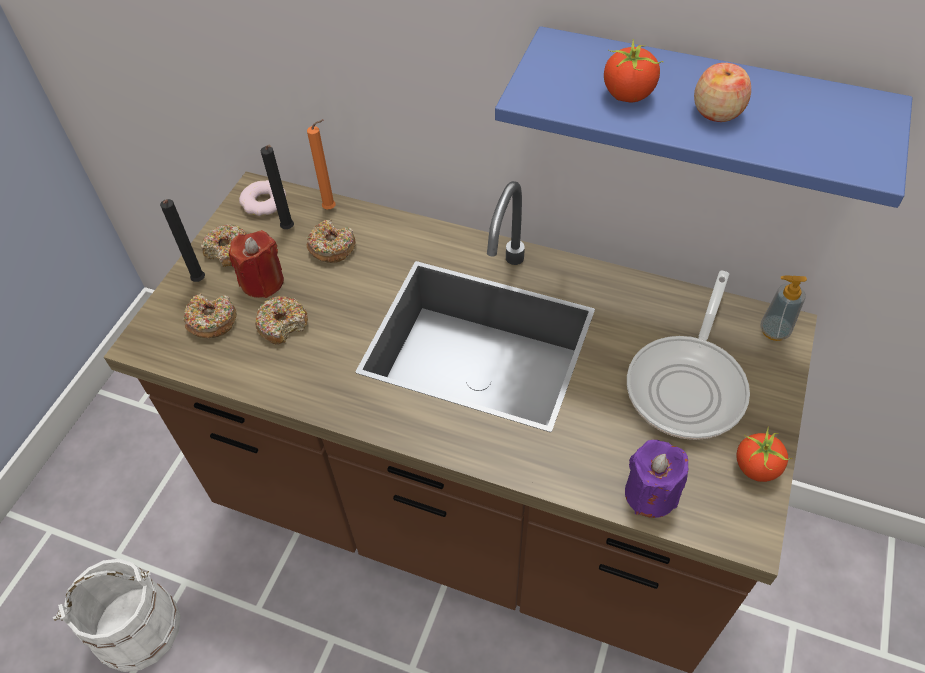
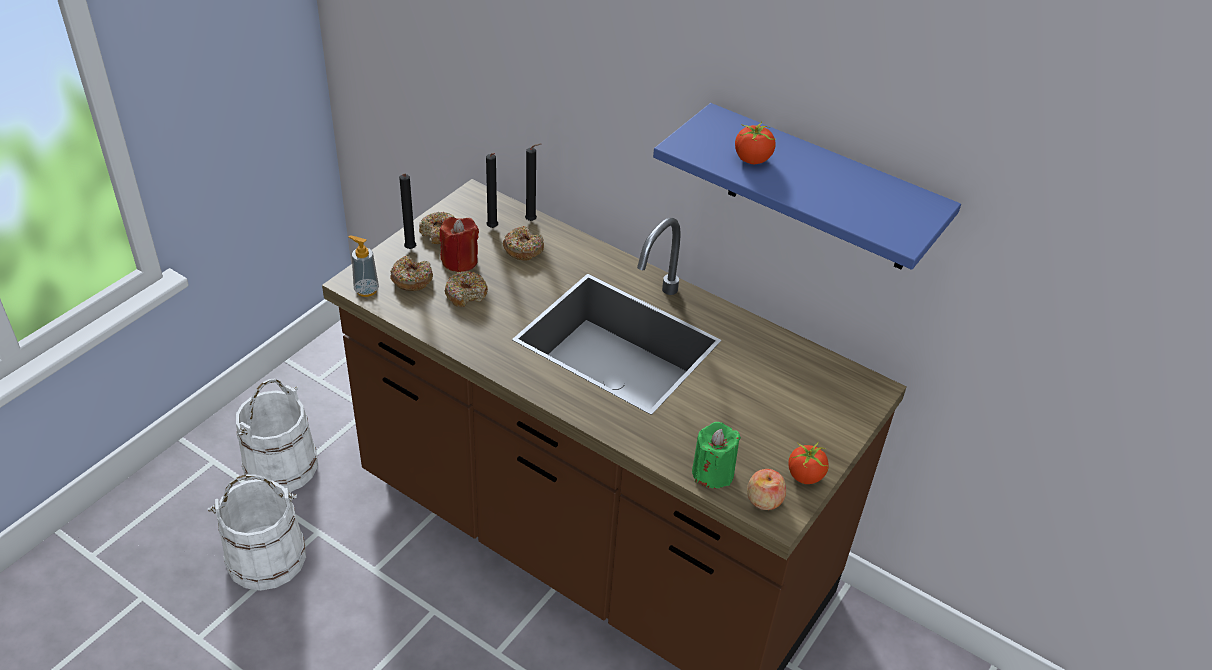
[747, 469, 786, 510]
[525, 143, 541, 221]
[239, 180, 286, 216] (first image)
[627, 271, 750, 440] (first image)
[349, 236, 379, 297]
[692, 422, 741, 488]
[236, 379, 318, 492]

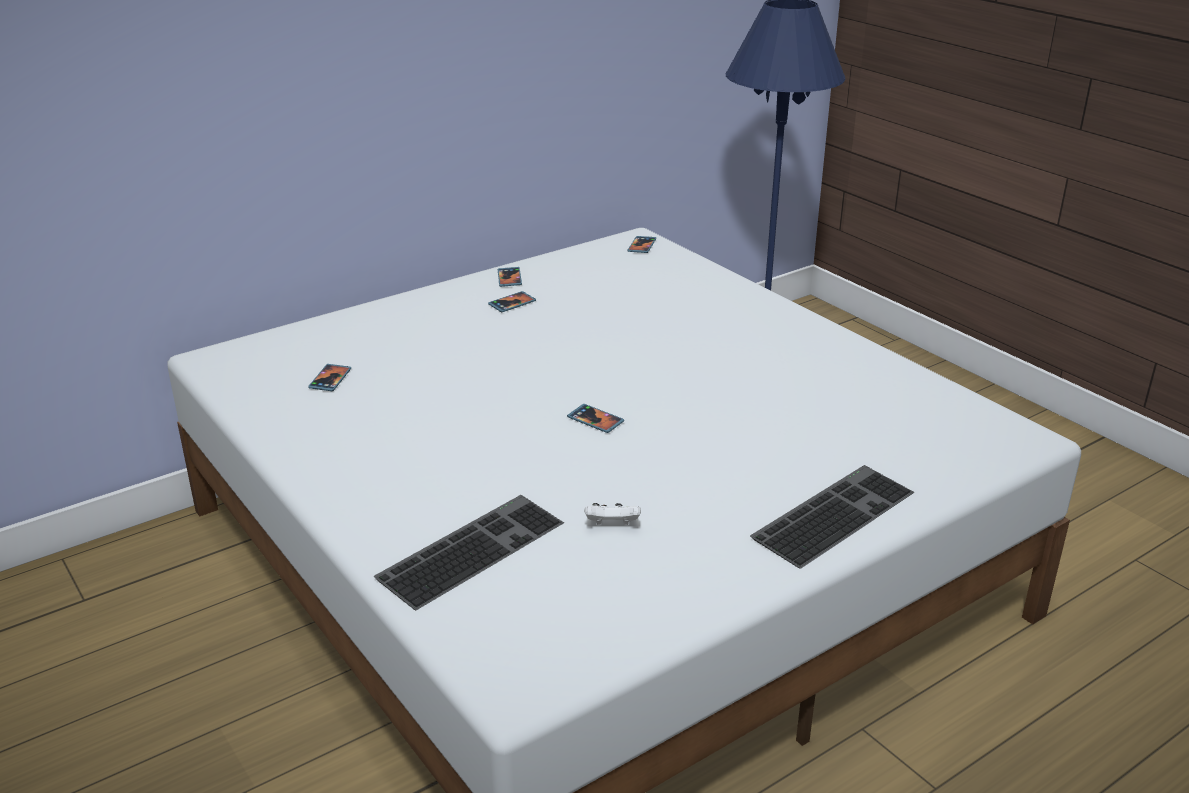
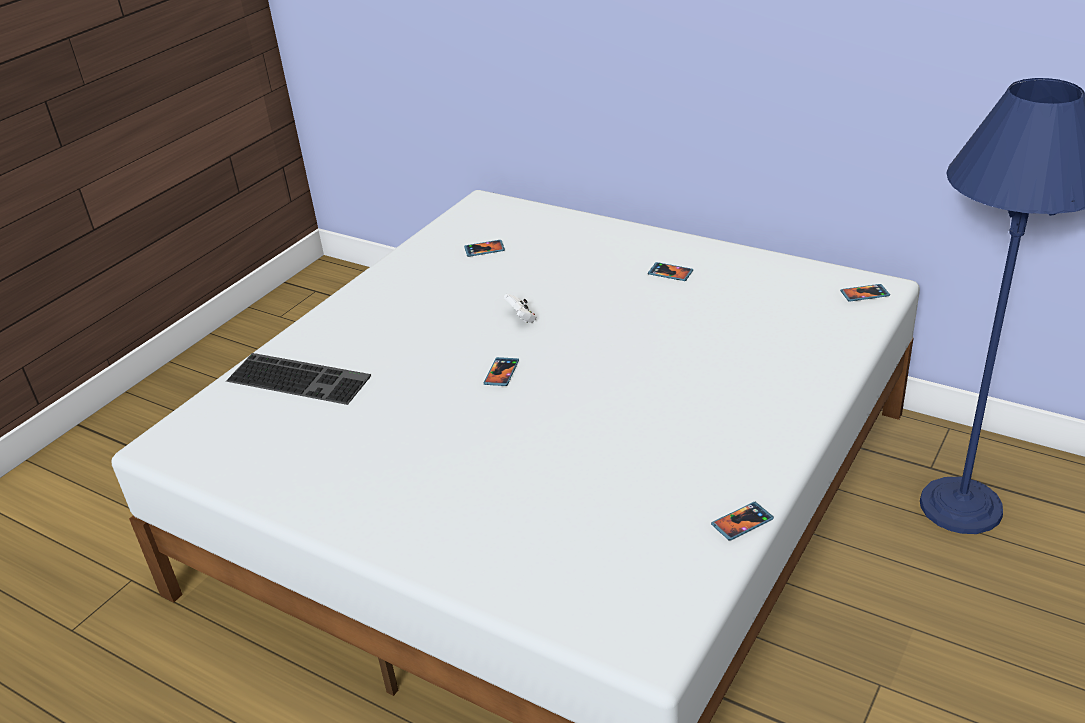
[711, 502, 774, 541]
[750, 465, 915, 569] (first image)
[504, 294, 536, 323]

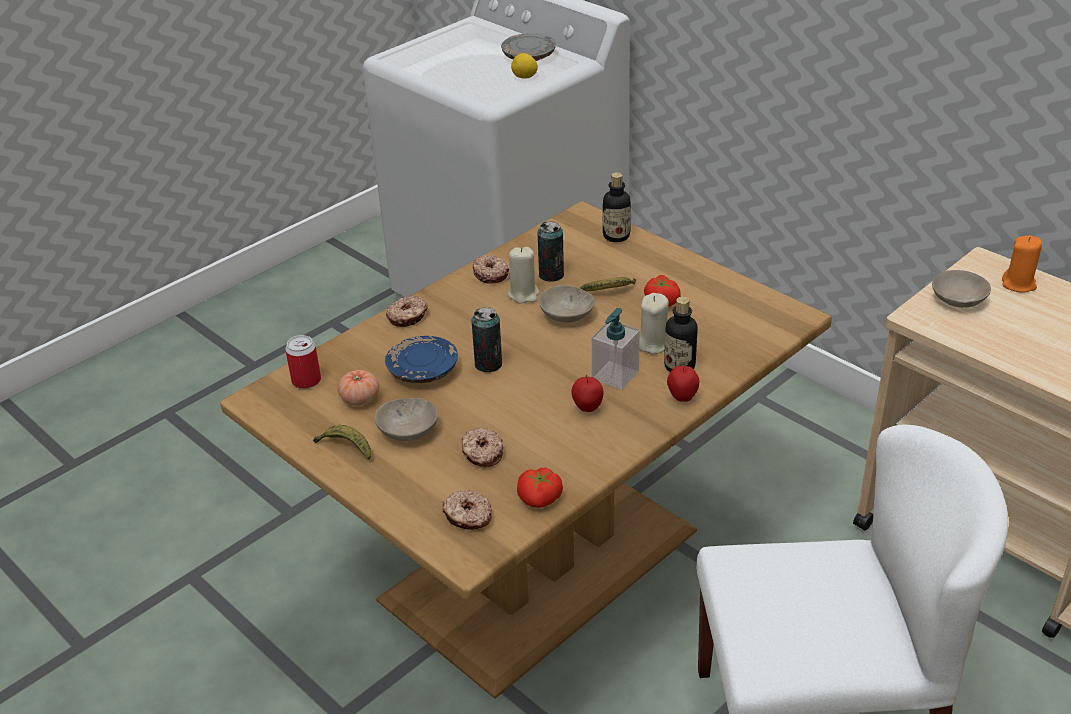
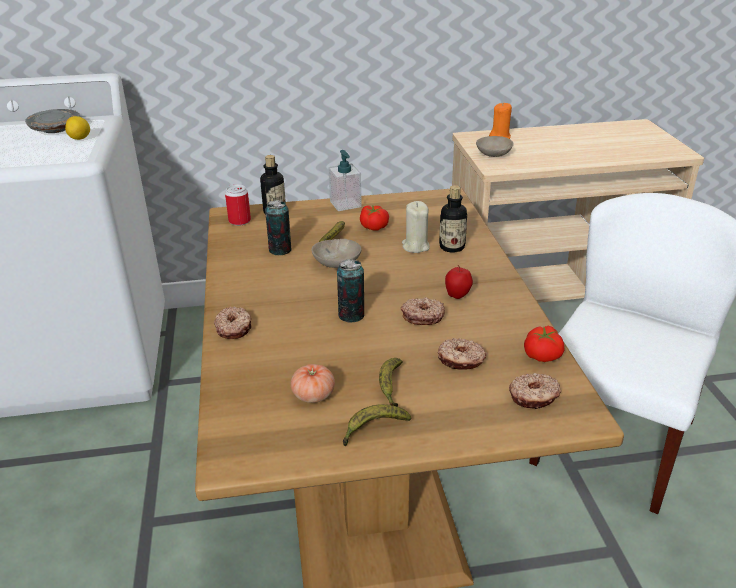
[508, 247, 539, 304] (first image)
[401, 297, 445, 325]
[329, 150, 362, 211]
[225, 184, 251, 226]
[385, 336, 458, 383] (first image)
[667, 364, 699, 402] (first image)
[379, 358, 403, 407]

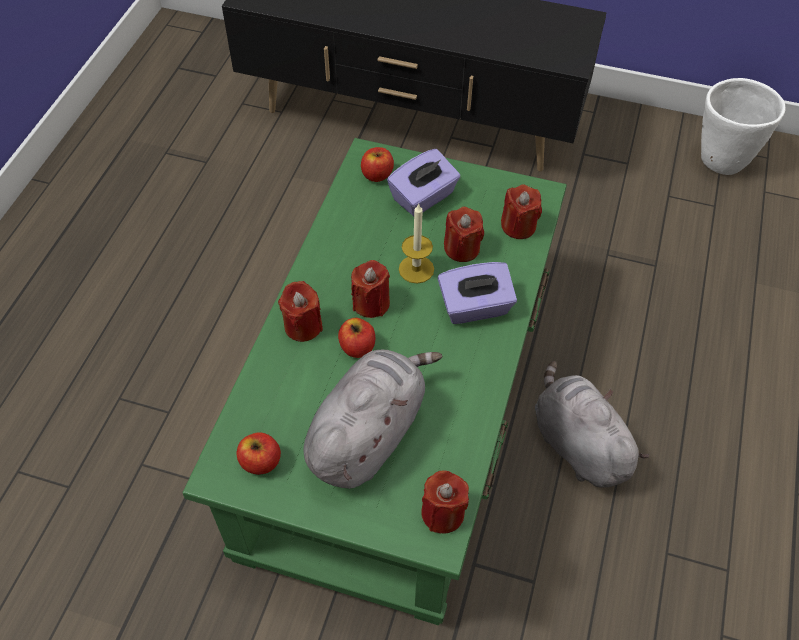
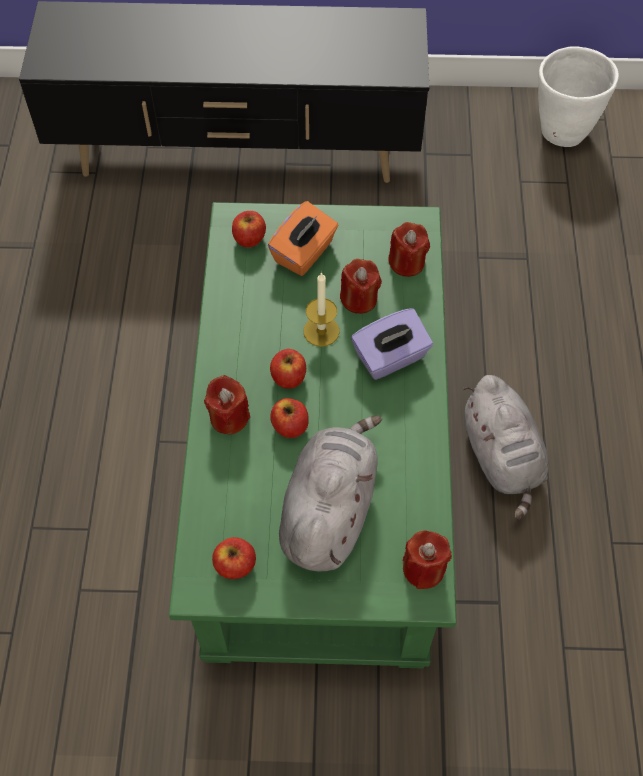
[268, 201, 339, 276]
[270, 349, 306, 389]
[463, 375, 549, 520]

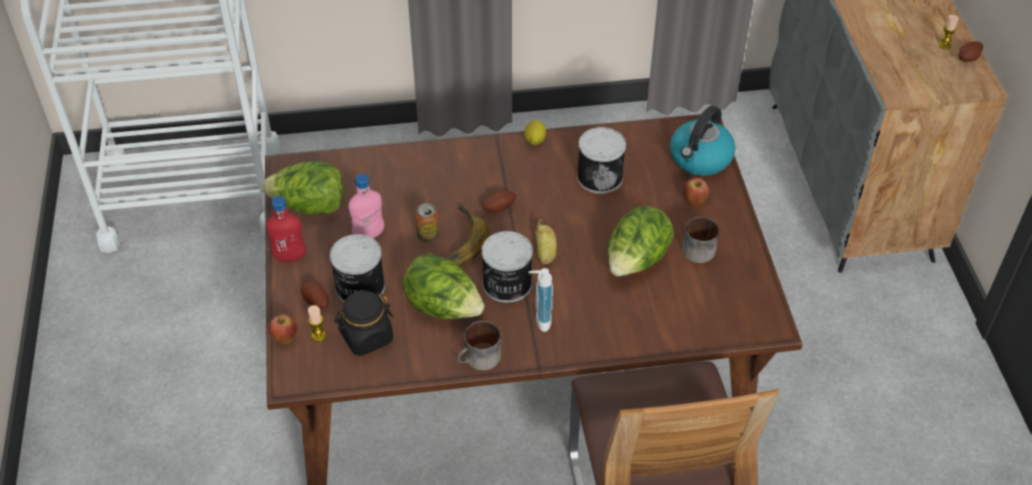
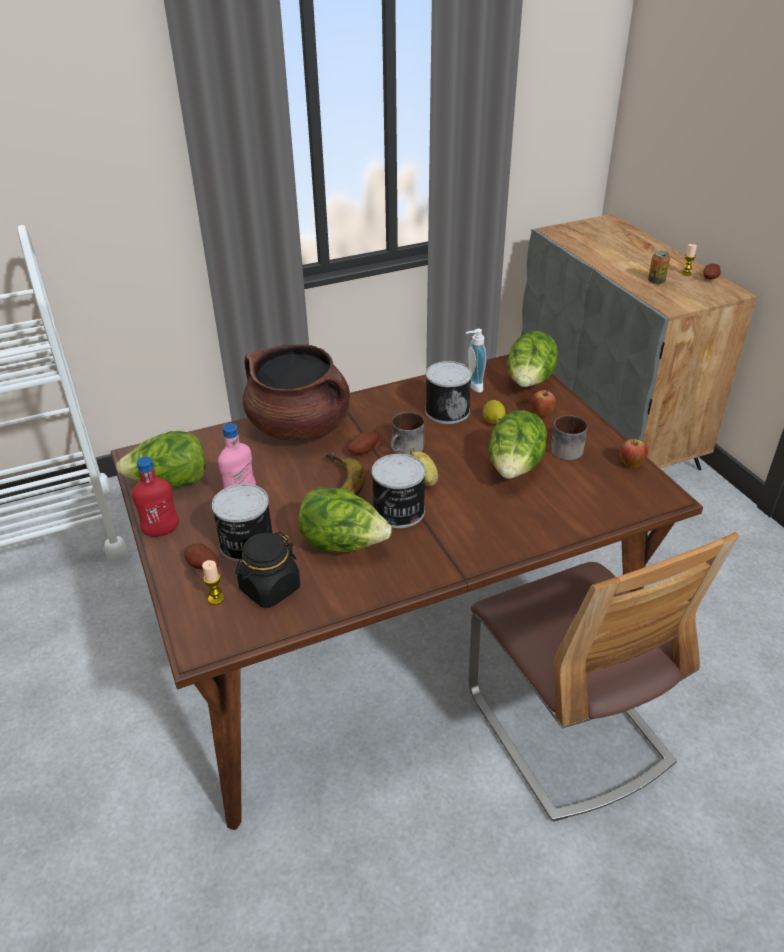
[507, 331, 558, 387]
[483, 400, 506, 424]
[648, 251, 670, 284]
[466, 329, 487, 392]
[620, 437, 648, 468]
[390, 412, 424, 455]
[243, 344, 350, 441]

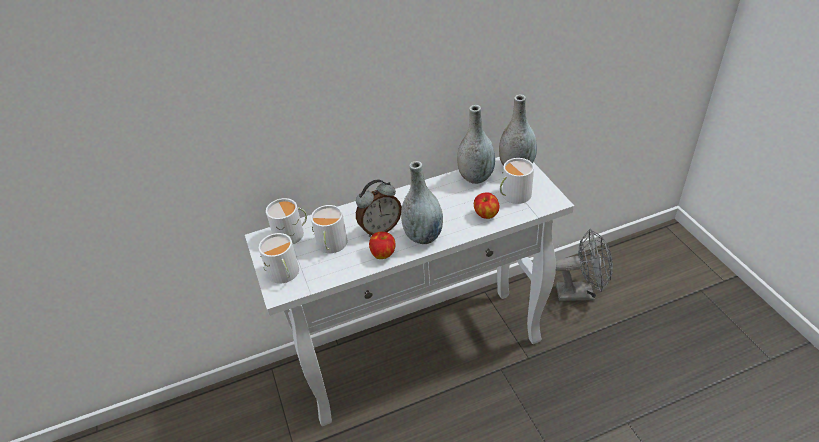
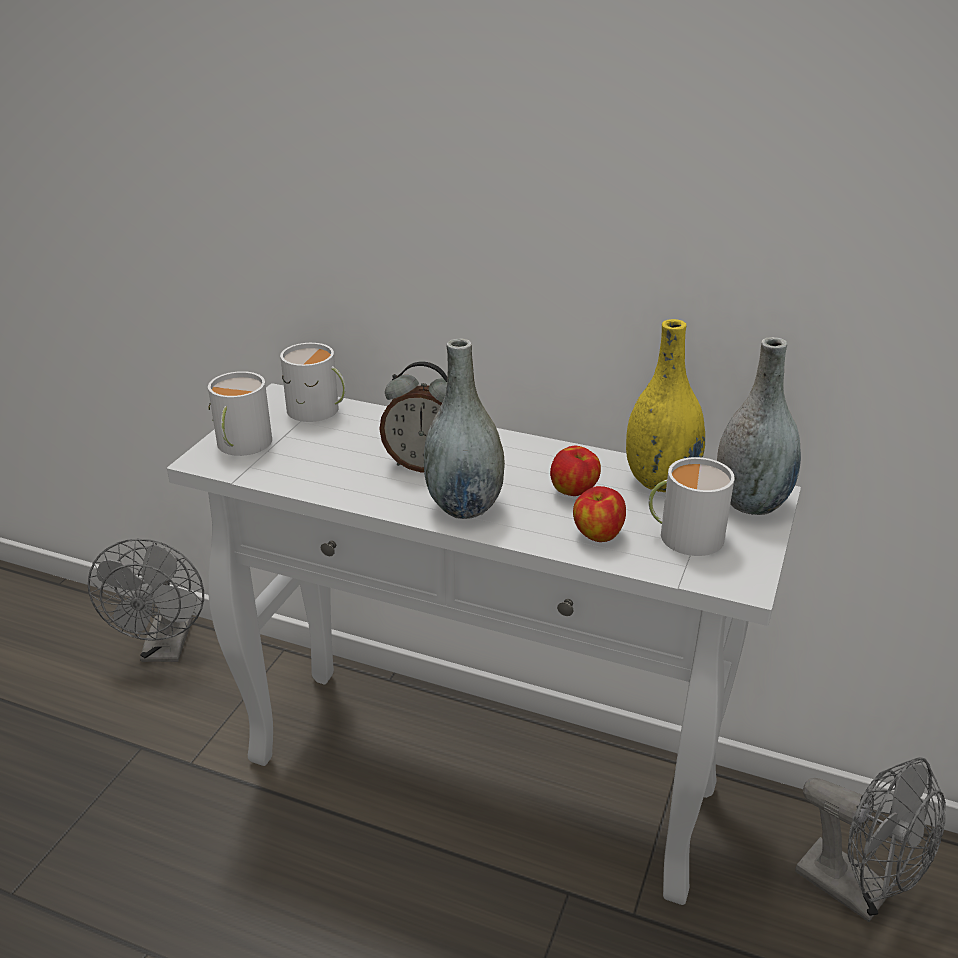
[626, 319, 705, 492]
[311, 205, 348, 253] (first image)
[550, 446, 601, 496]
[88, 538, 204, 662]

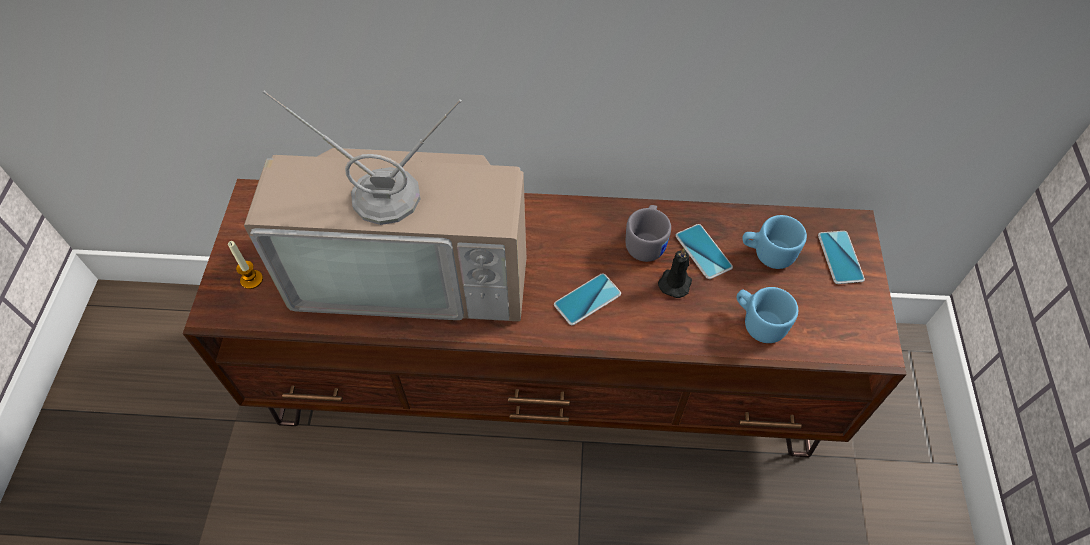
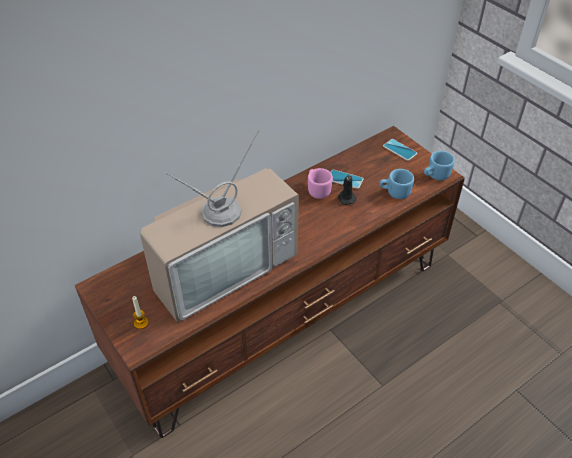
[308, 168, 333, 199]
[424, 151, 455, 180]
[554, 273, 621, 325] (first image)

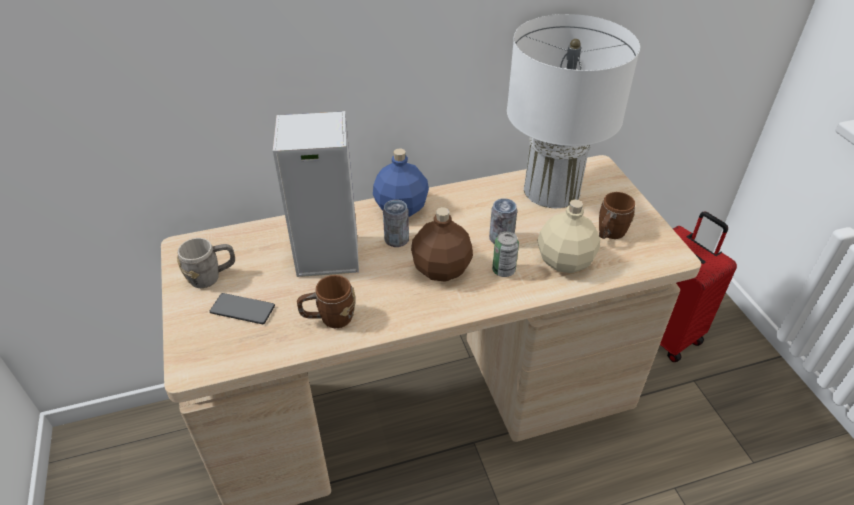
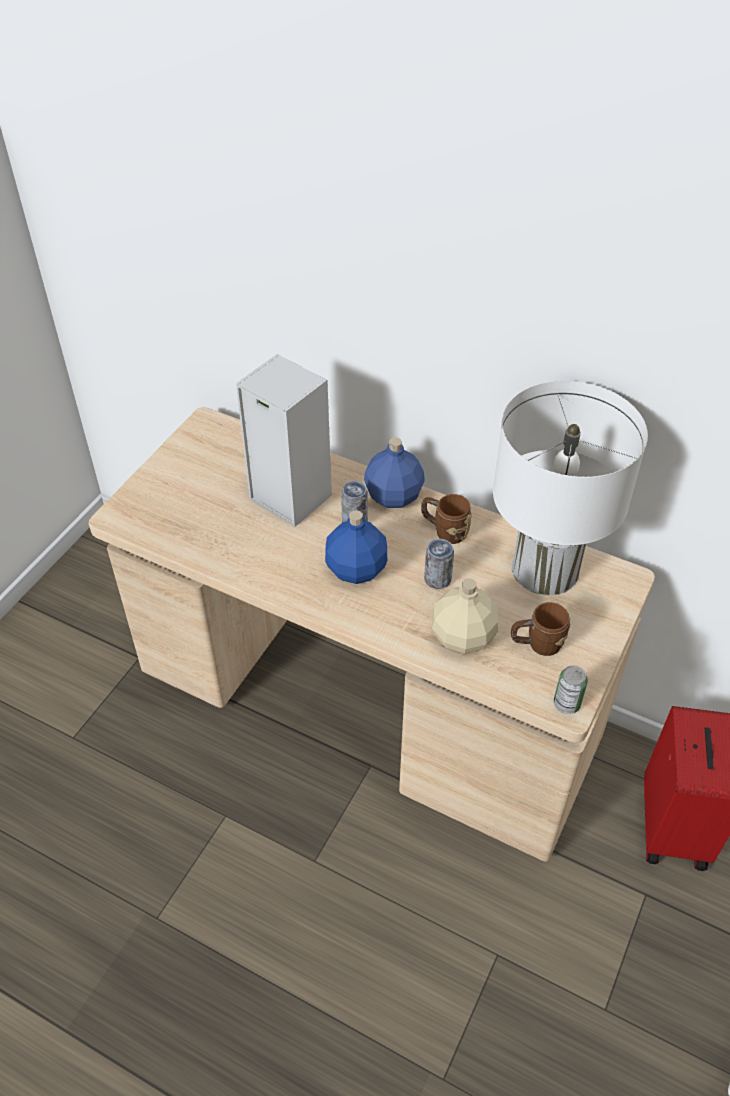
[325, 510, 387, 584]
[554, 665, 588, 714]
[177, 238, 235, 288] (first image)
[421, 494, 472, 544]
[210, 293, 275, 324] (first image)

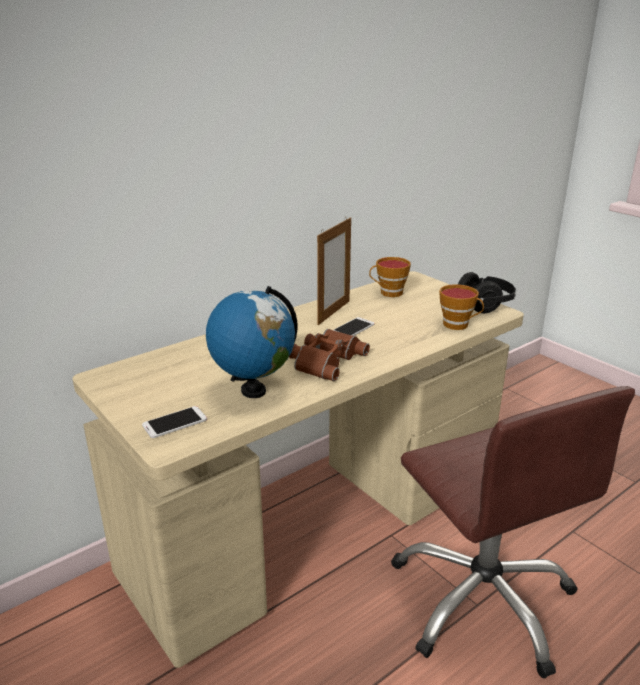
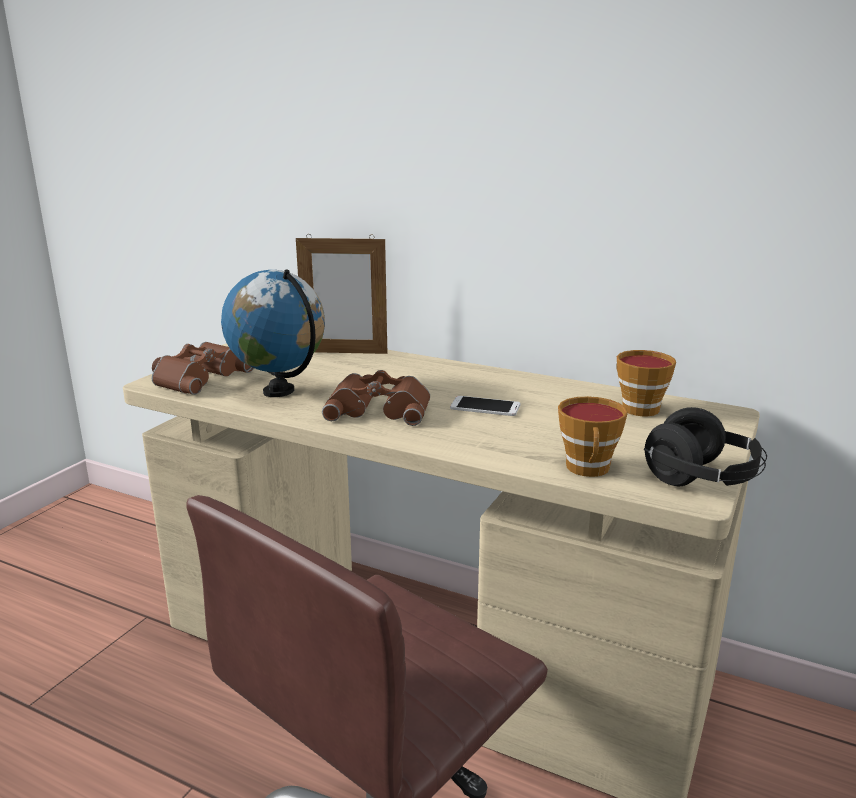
[296, 234, 387, 354]
[152, 342, 254, 395]

